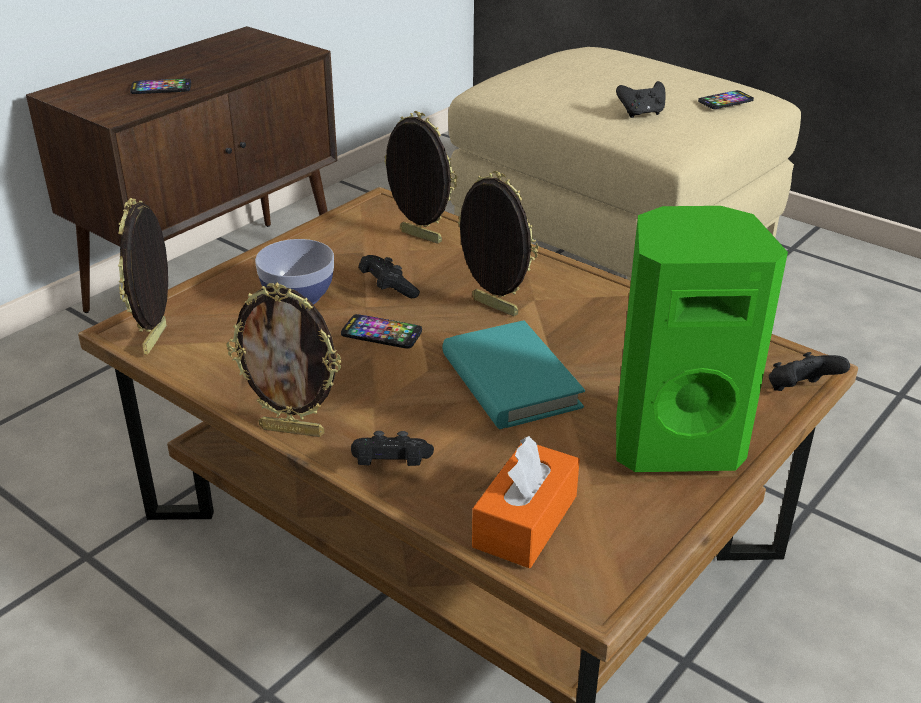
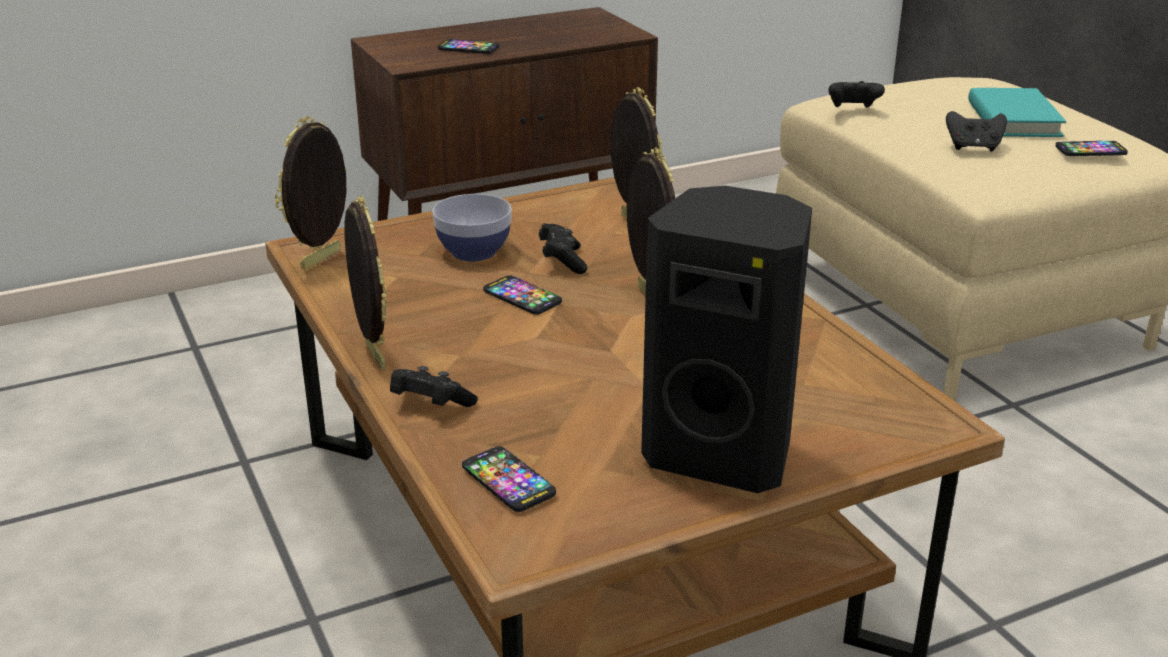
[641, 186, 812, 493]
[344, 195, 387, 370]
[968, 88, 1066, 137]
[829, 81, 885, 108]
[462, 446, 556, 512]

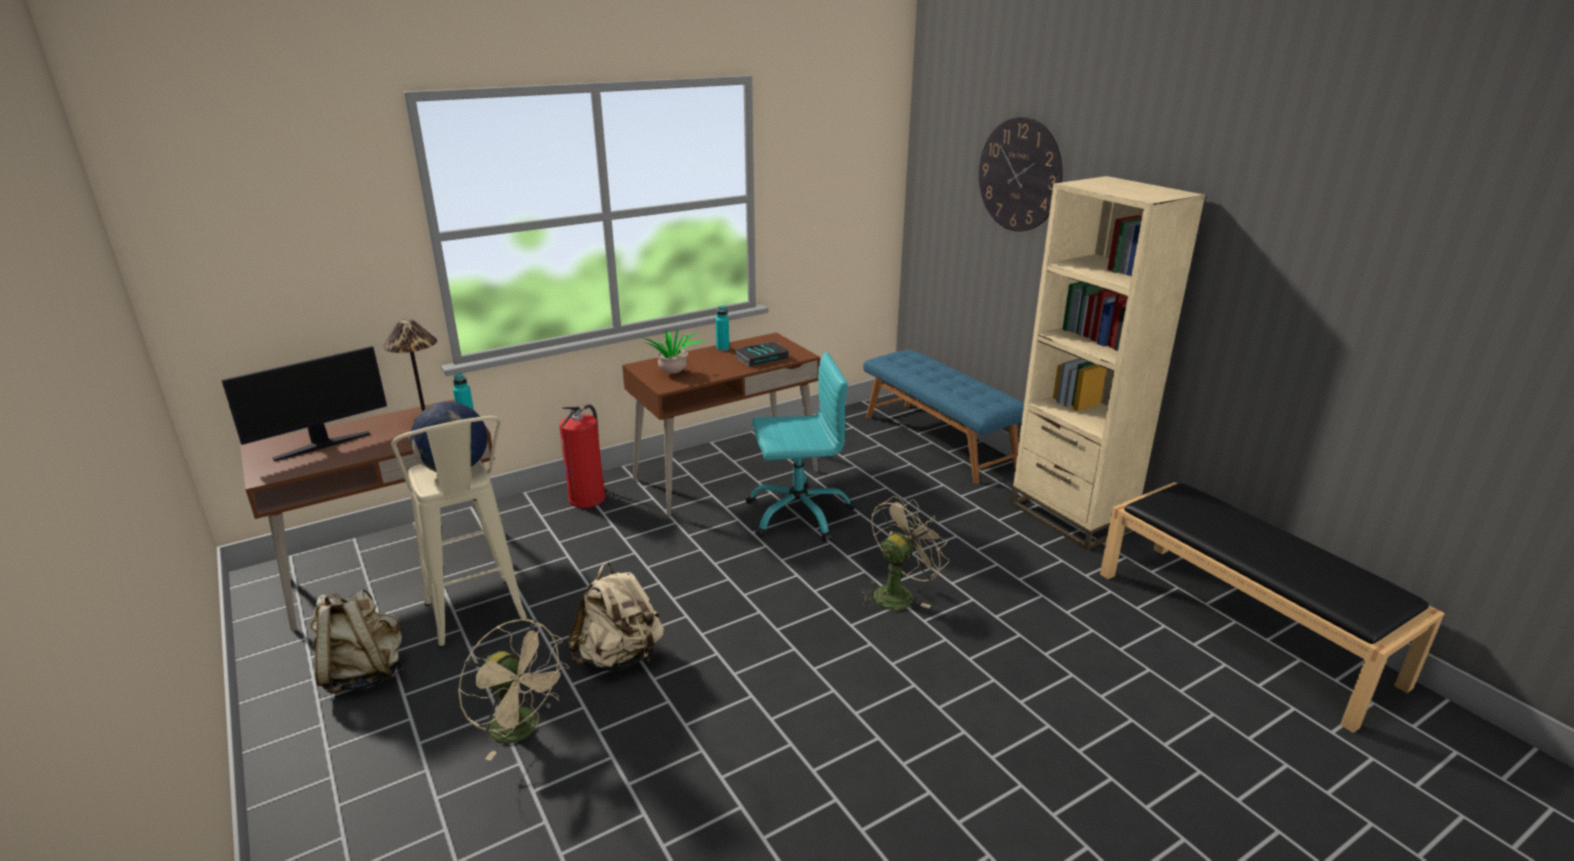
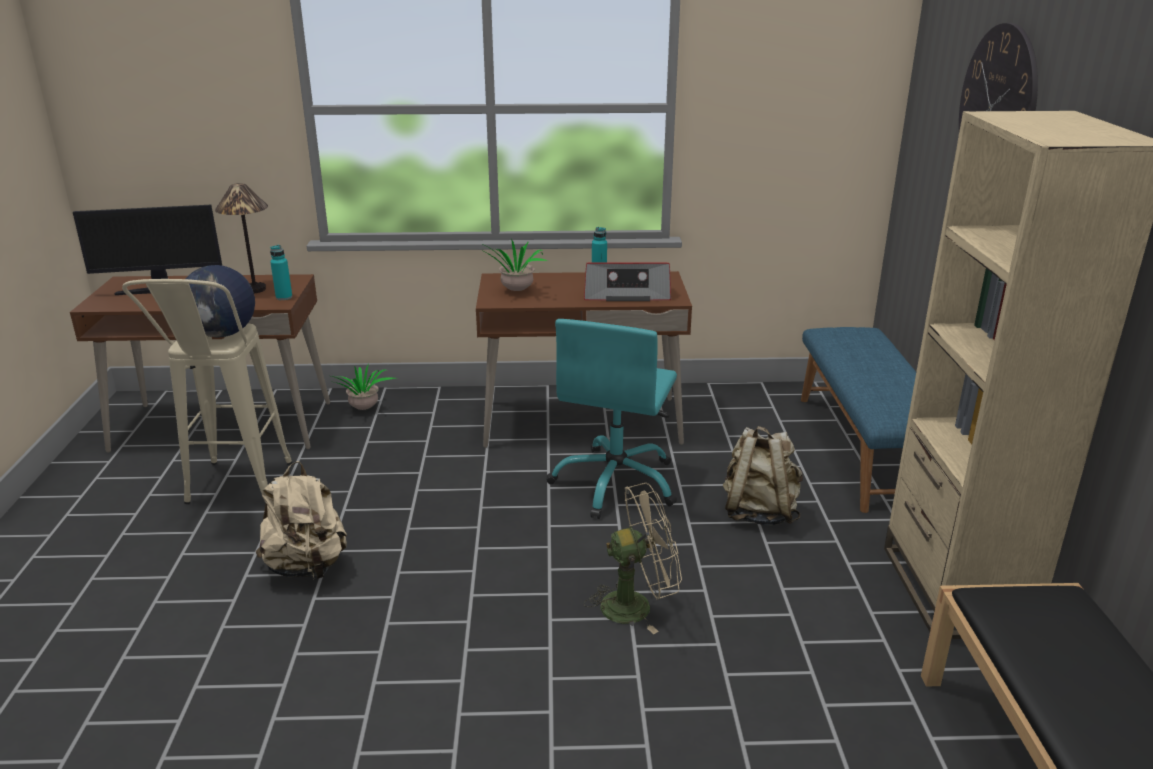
[584, 262, 671, 301]
[547, 319, 677, 519]
[559, 404, 605, 508] (first image)
[723, 426, 803, 526]
[458, 619, 569, 761] (first image)
[330, 364, 396, 410]

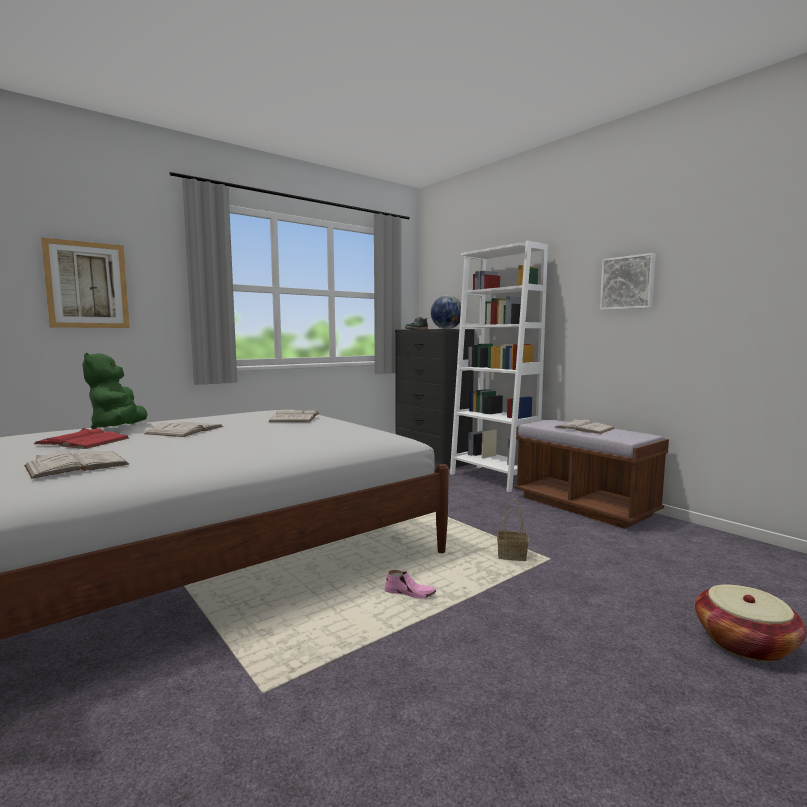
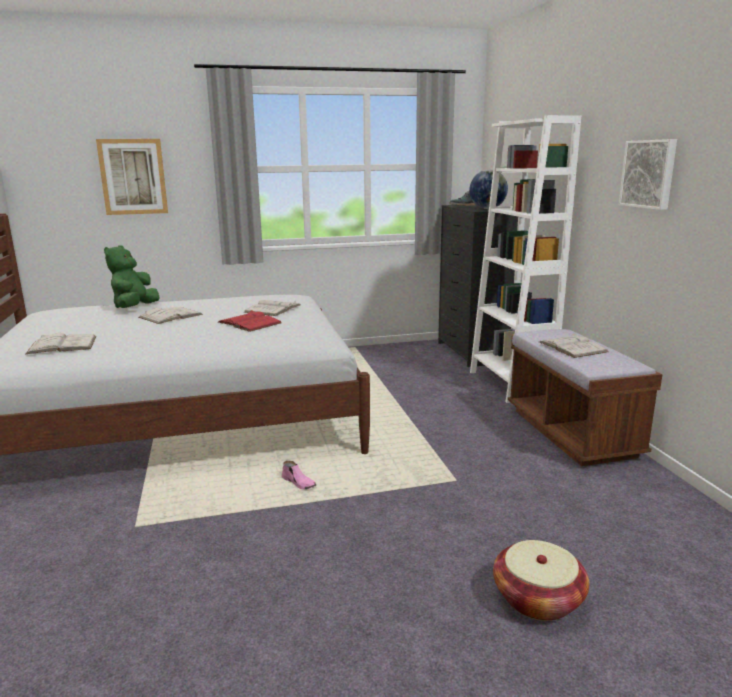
[218, 310, 282, 332]
[497, 500, 529, 561] (first image)

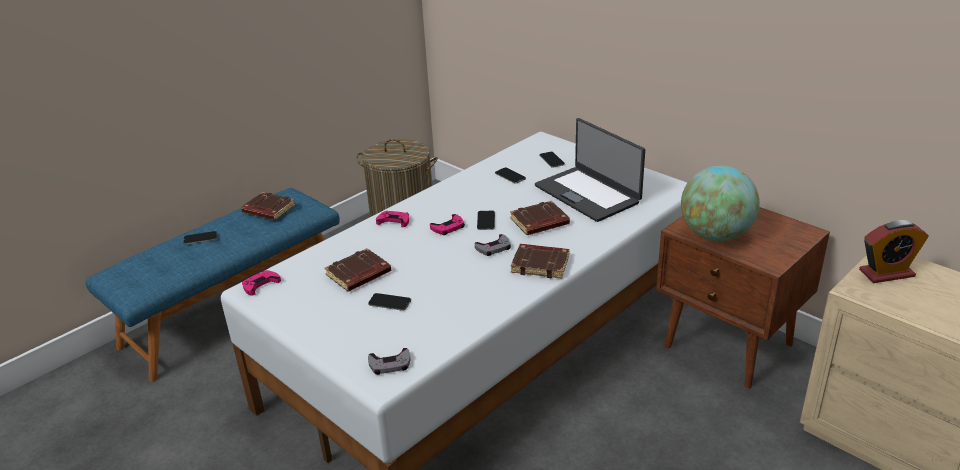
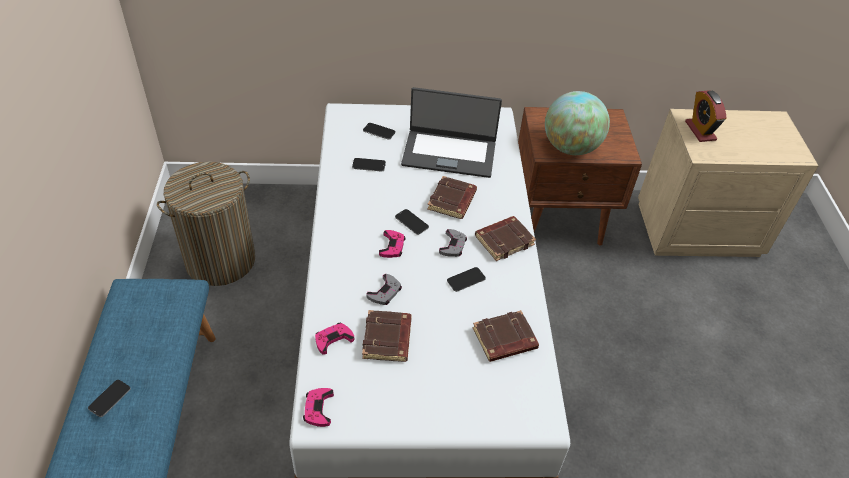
[473, 310, 539, 362]
[315, 323, 354, 355]
[685, 90, 727, 142]
[447, 267, 486, 292]
[366, 274, 402, 305]

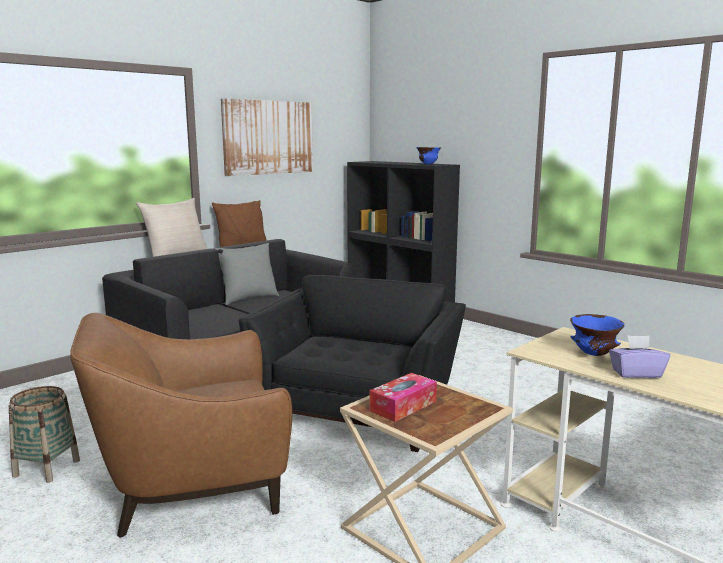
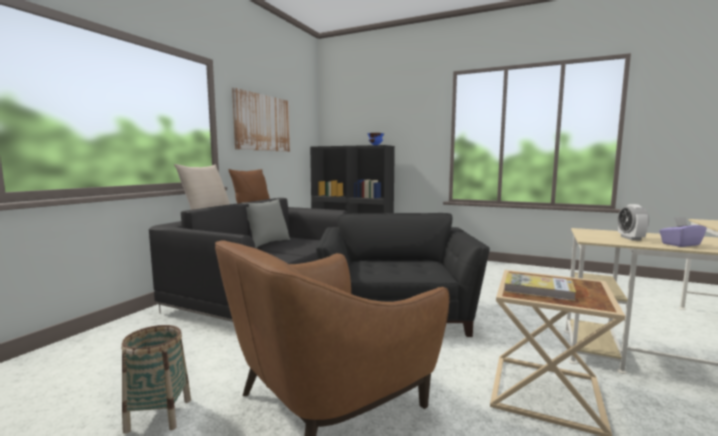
[618, 204, 649, 241]
[504, 273, 576, 301]

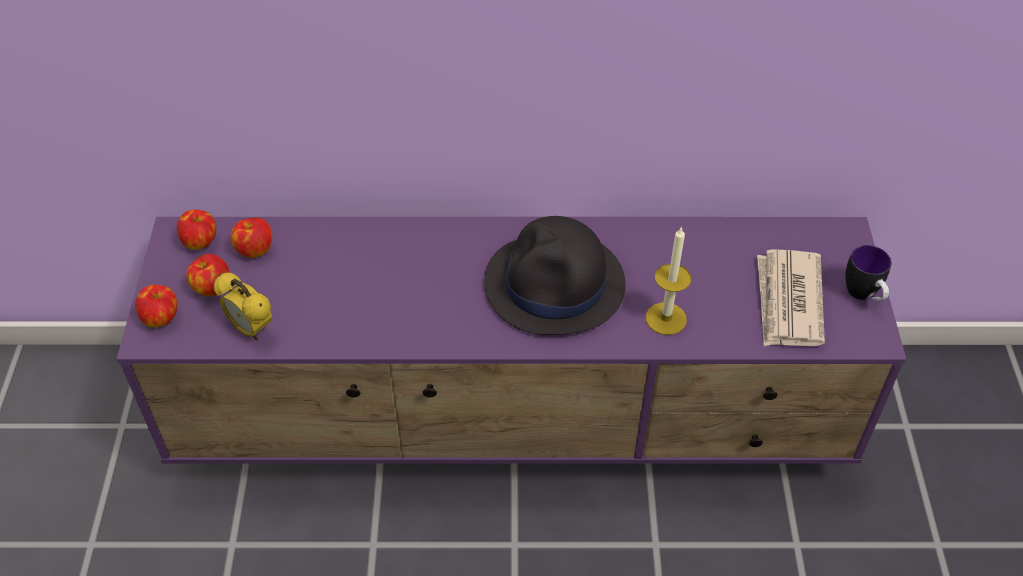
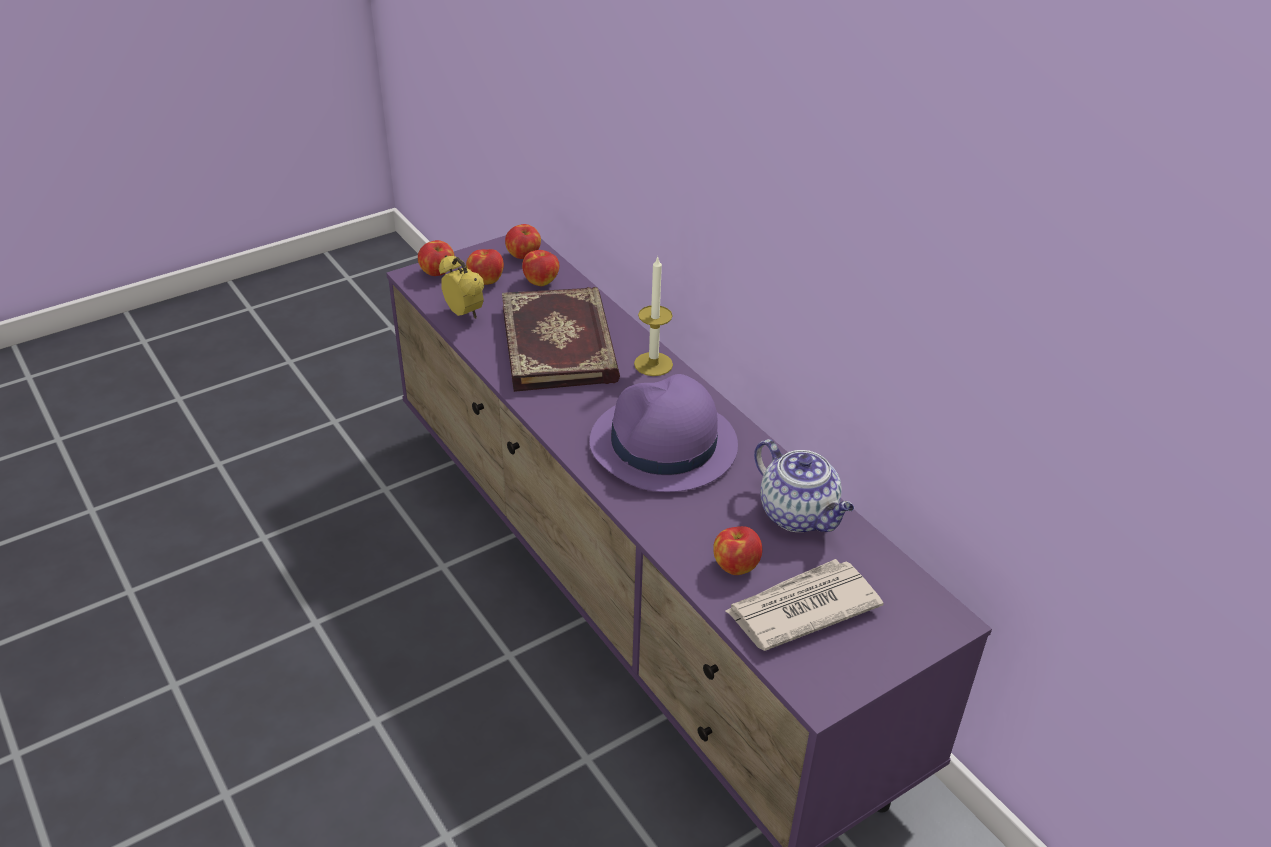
[590, 374, 738, 492]
[634, 256, 673, 376]
[845, 245, 892, 301] (first image)
[439, 255, 484, 319]
[502, 287, 620, 392]
[754, 439, 854, 532]
[713, 526, 762, 575]

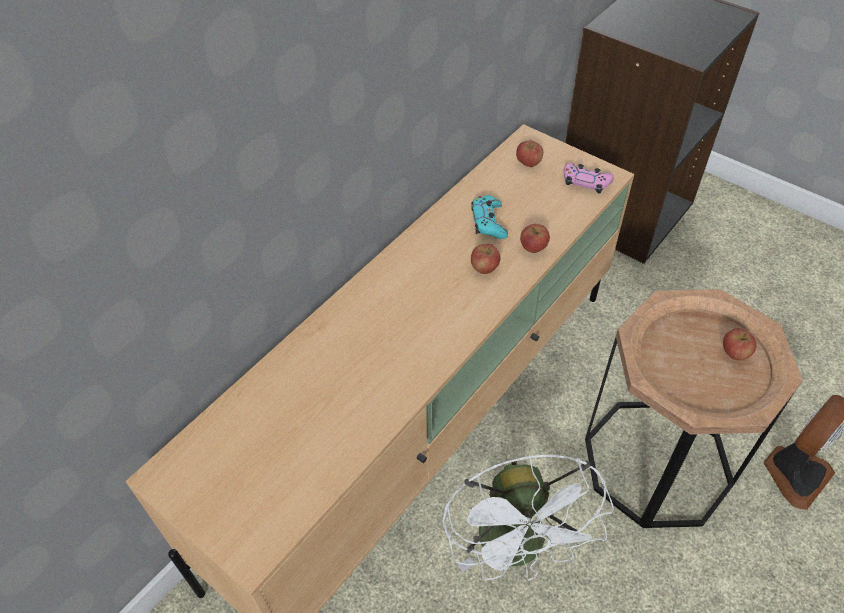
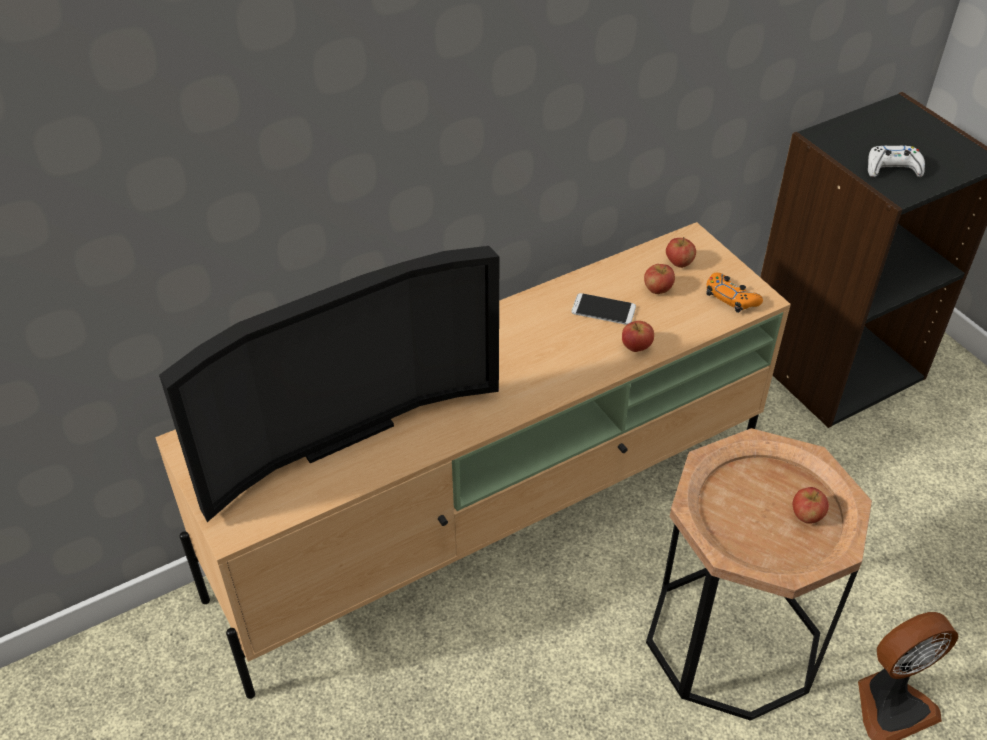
[706, 273, 763, 313]
[571, 293, 636, 325]
[644, 264, 675, 294]
[442, 454, 614, 581] (first image)
[868, 146, 925, 177]
[159, 246, 499, 522]

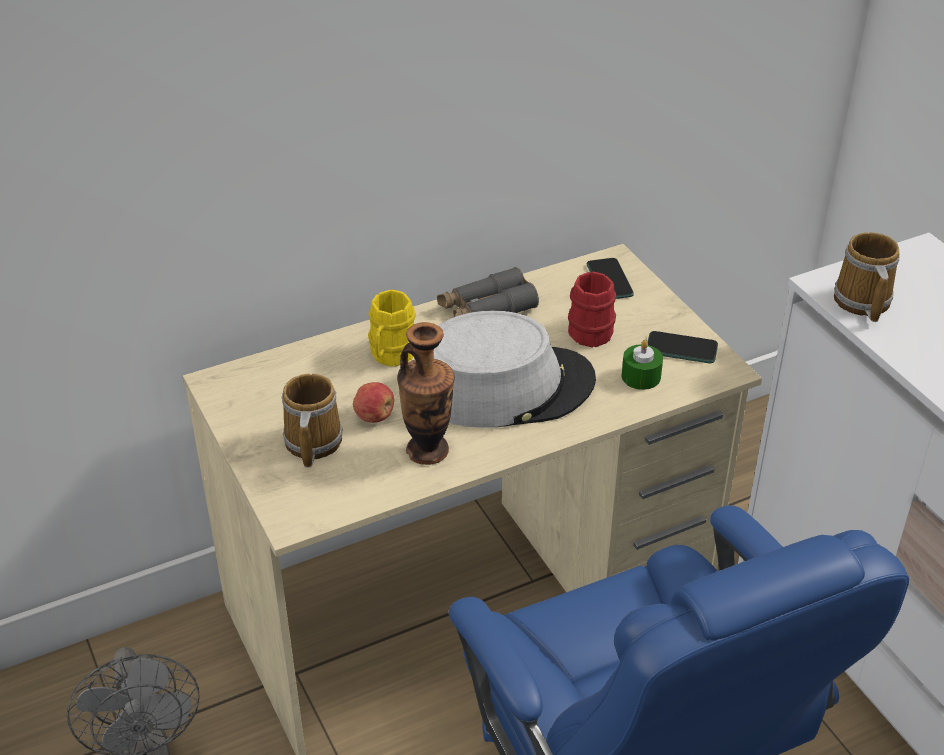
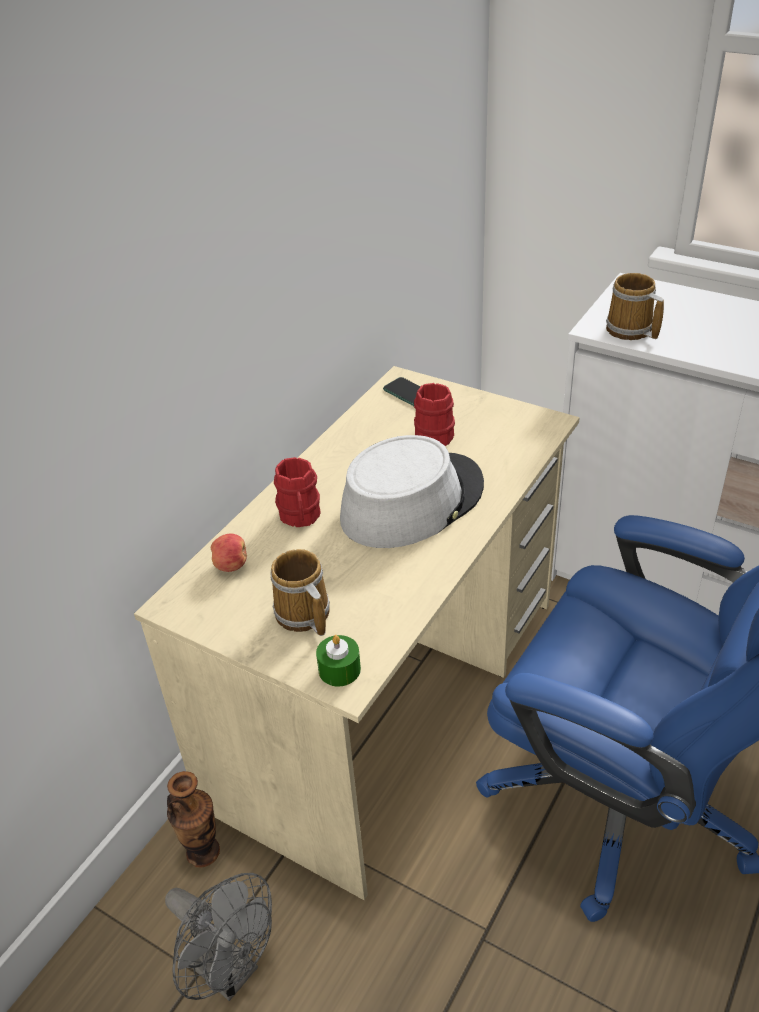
[437, 267, 539, 317] (first image)
[274, 457, 321, 527]
[167, 771, 220, 867]
[648, 331, 718, 363] (first image)
[316, 635, 361, 687]
[211, 534, 247, 572]

